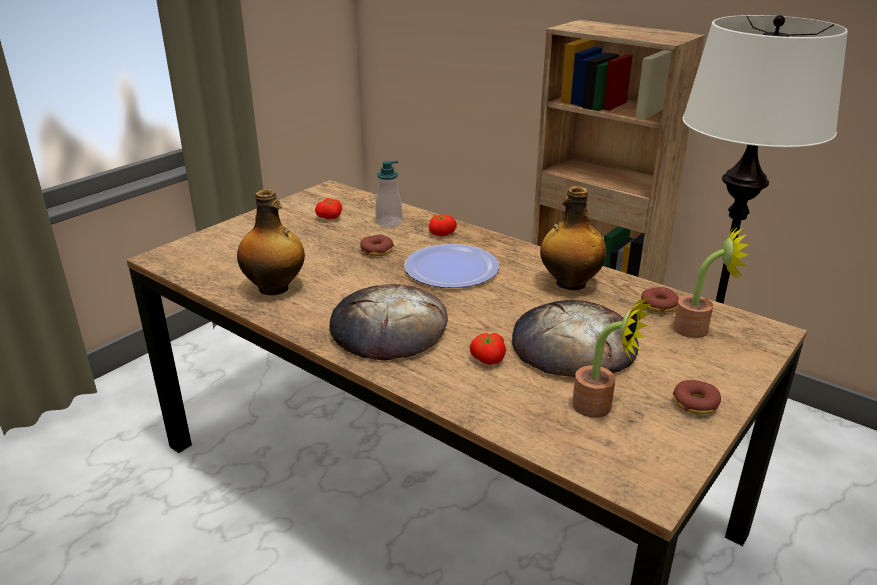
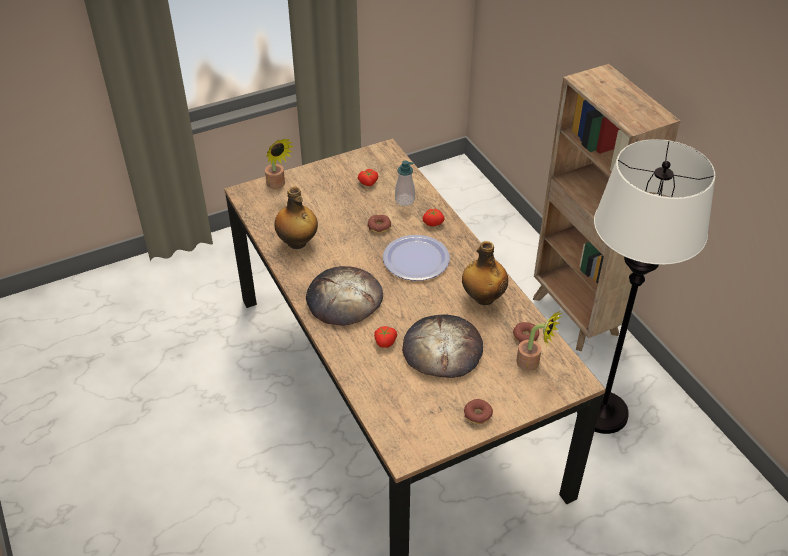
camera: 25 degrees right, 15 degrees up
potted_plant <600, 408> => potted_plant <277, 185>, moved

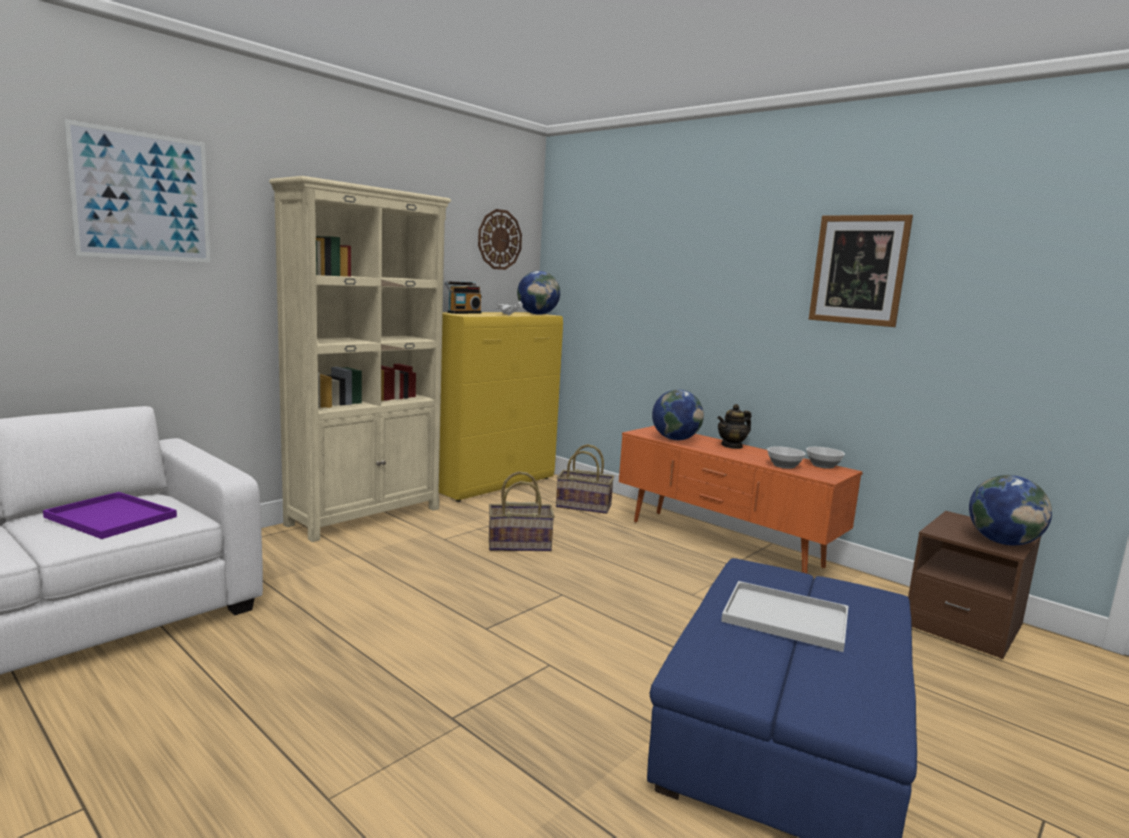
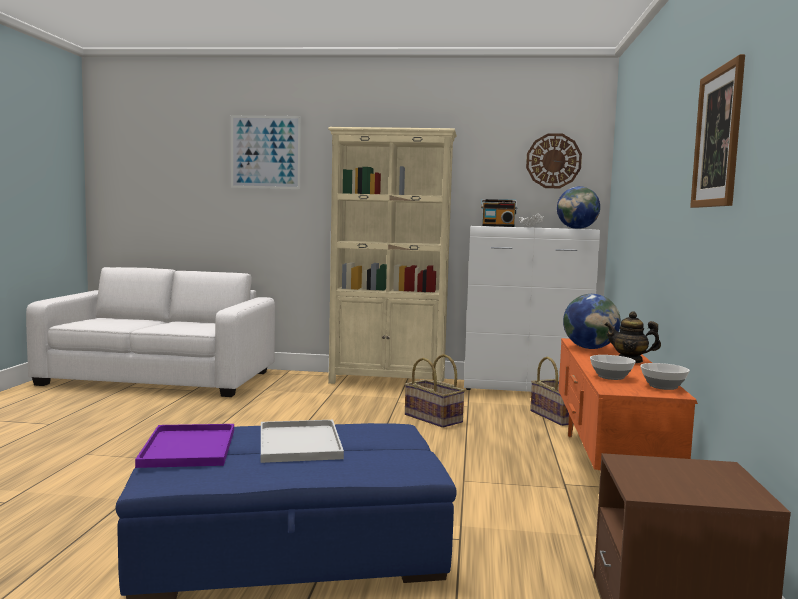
camera: 55 degrees right, 5 degrees down
yellowish_cabinet <494, 484> => whitish_cabinet <525, 388>
globe <1002, 542> => nothing
purple_serving_tray <113, 517> => purple_serving_tray <189, 448>, moved

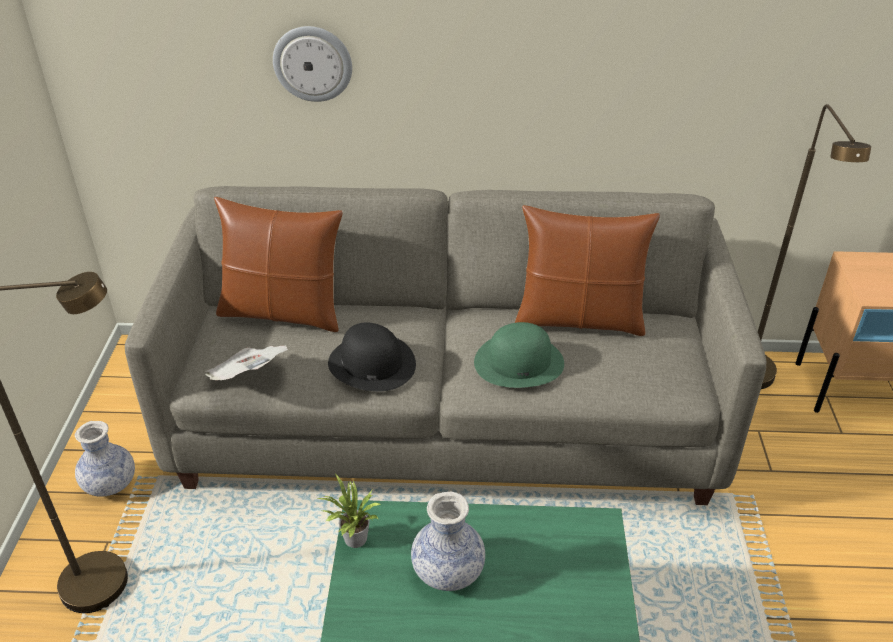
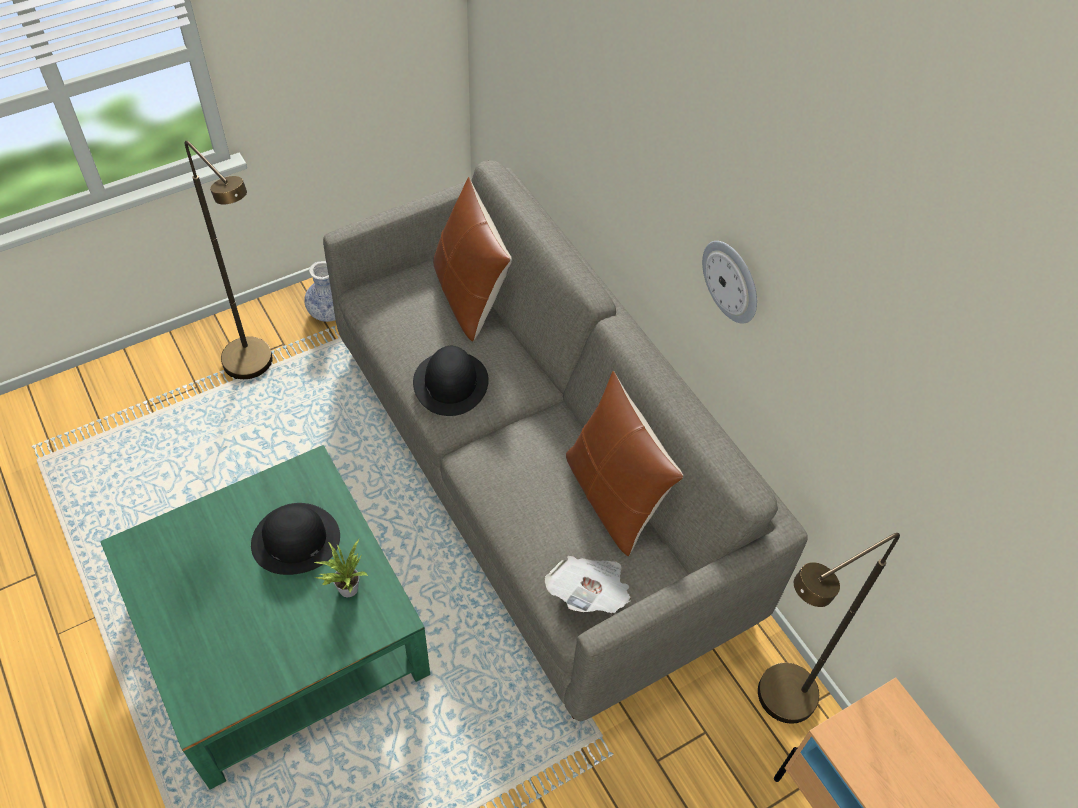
camera: 55 degrees right, 15 degrees up
hanging_clock <313, 63> => hanging_clock <731, 281>, moved
green-coloured_clothing_hat <519, 362> => nothing
newspaper <249, 378> => newspaper <589, 593>, moved
potted_plant <353, 540> => potted_plant <346, 587>, moved
vase <448, 571> => black_clothing_hat <295, 540>

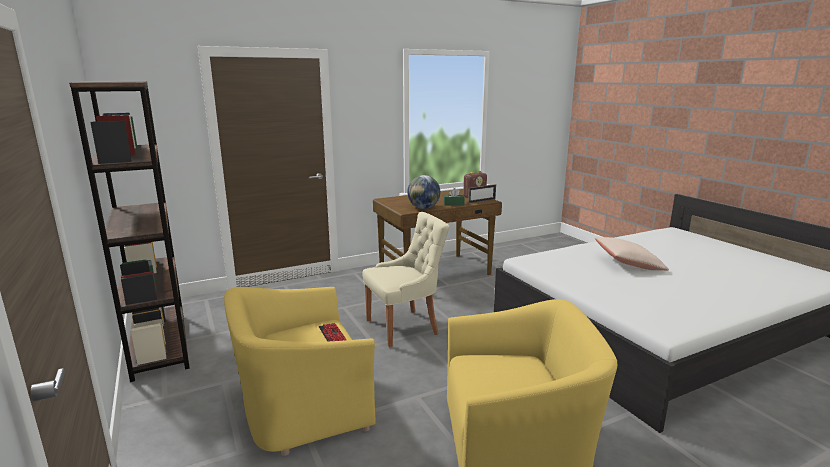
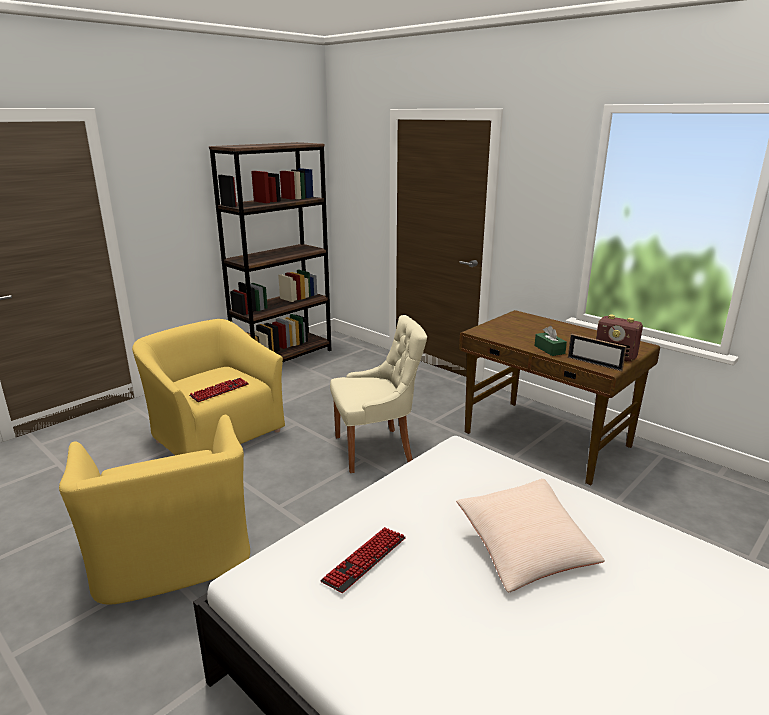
camera: 70 degrees right, 5 degrees up
globe <423, 208> => nothing
beige_plain_chair <405, 327> => beige_plain_chair <376, 449>, 60 degrees counterclockwise
nothing => PC_keyboard <365, 560>

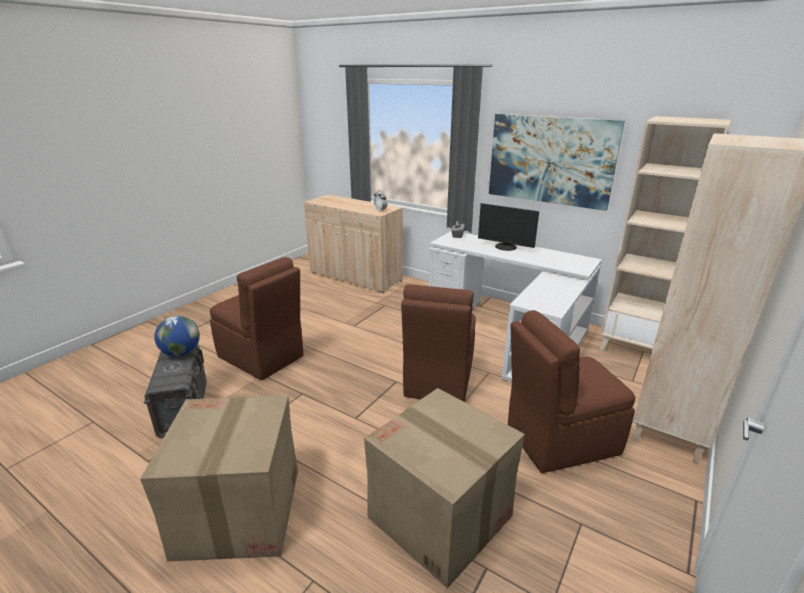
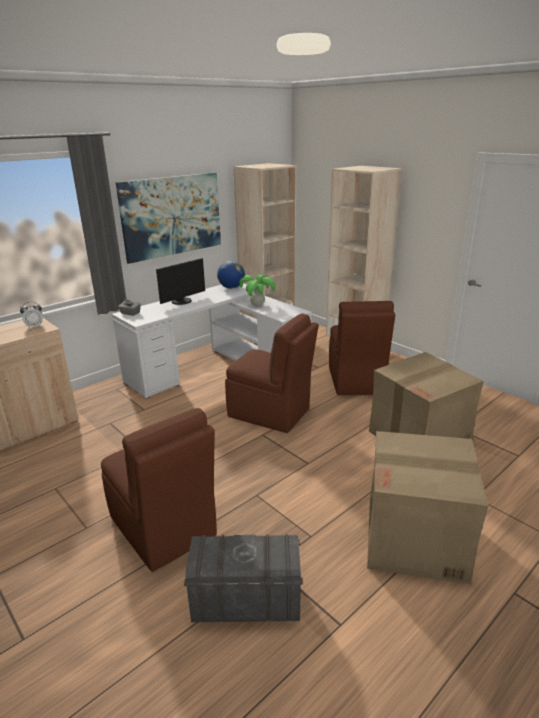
camera: 75 degrees left, 0 degrees up
brownish_plain_chair <262, 357> => brownish_plain_chair <163, 528>, 90 degrees clockwise
globe <181, 353> => globe <231, 287>, moved
nothing => potted_plant <257, 305>

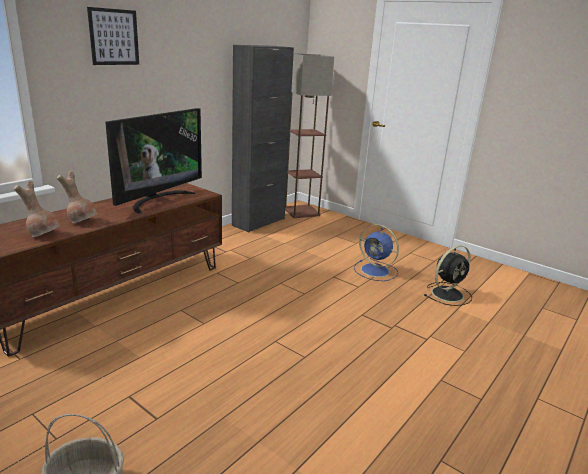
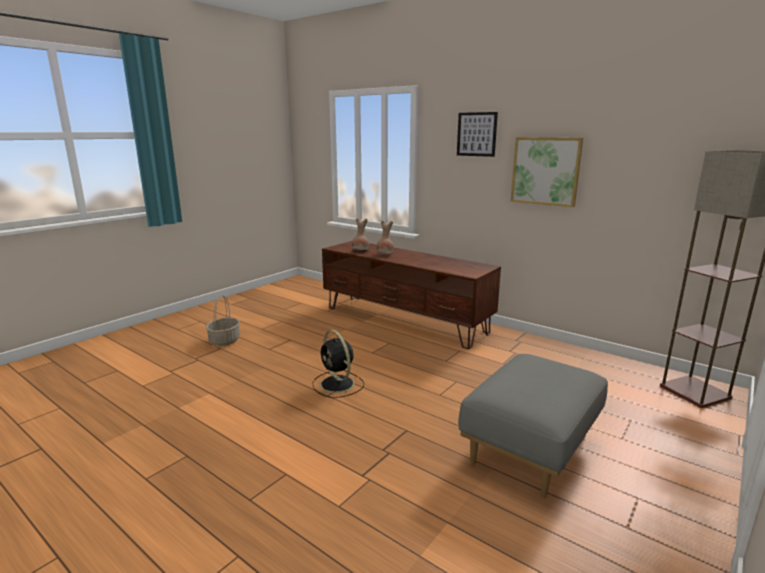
camera: 90 degrees right, 5 degrees down
black_cabinet <258, 222> => nothing
television <158, 200> => nothing
blue-coloured_electric_fan <376, 271> => grey_pouffe <531, 450>
black_electric_fan <448, 294> => black_electric_fan <338, 384>, moved
nothing => wall_art <545, 171>

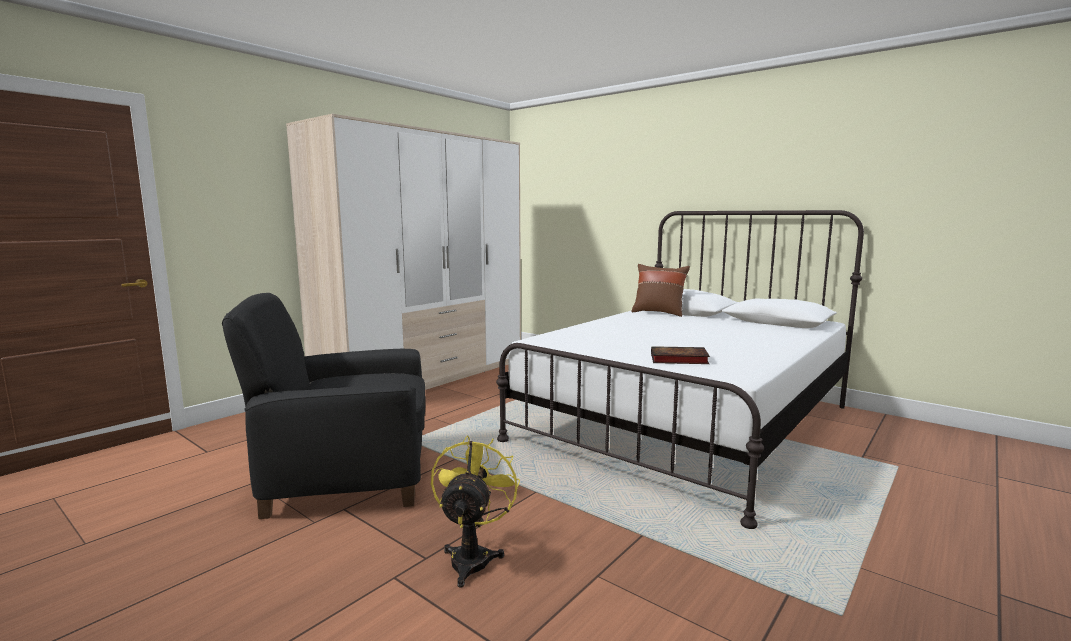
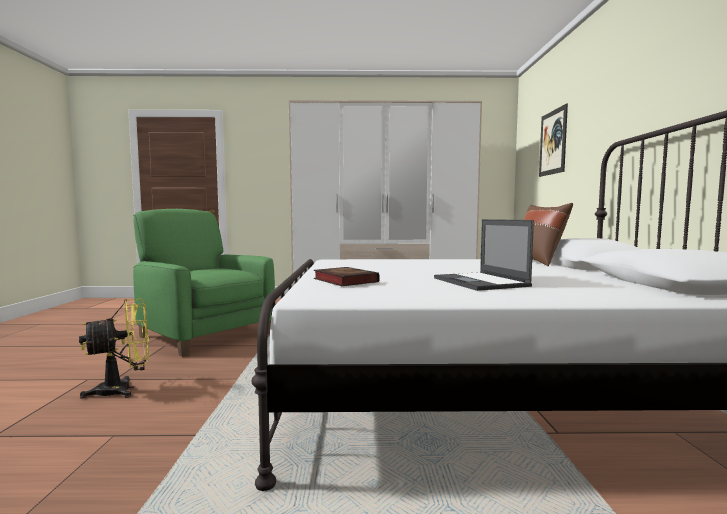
camera: 50 degrees right, 5 degrees down
black_lounge_chair <347, 477> => green-coloured_lounge_chair <205, 334>
nothing => wall_art <553, 142>
nothing => portable_computer <481, 282>

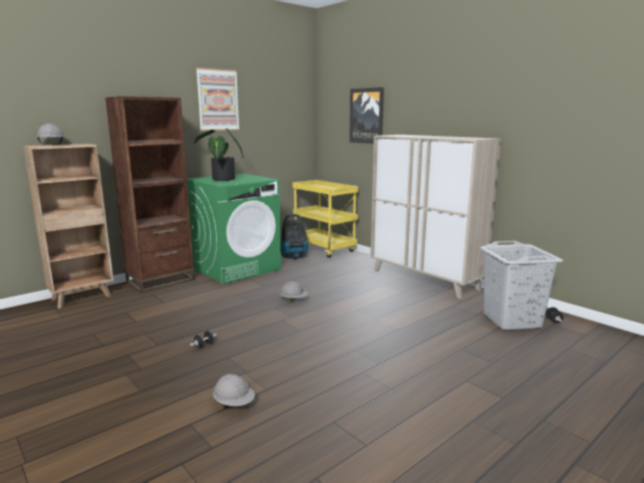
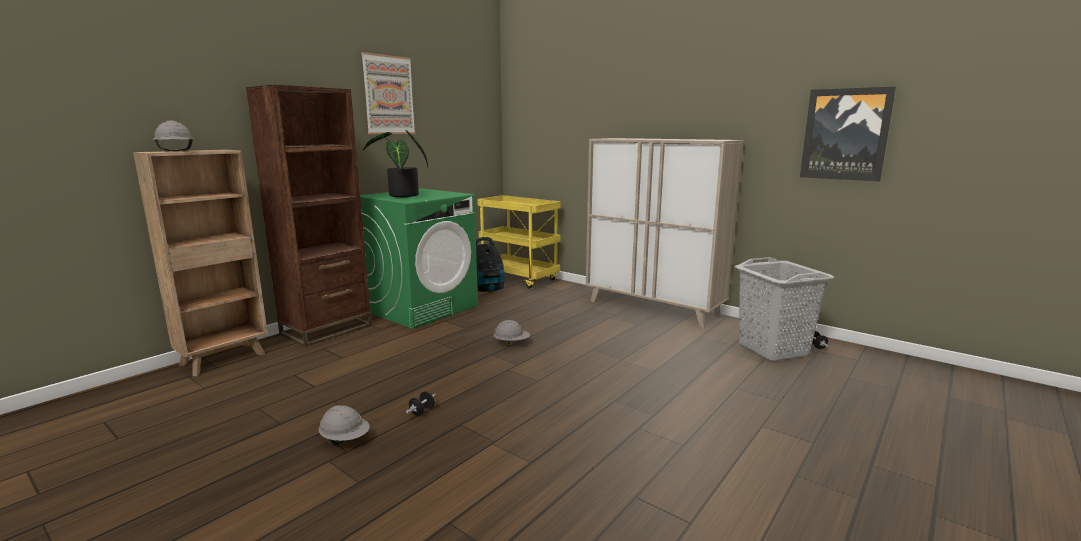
camera: 10 degrees left, 0 degrees up
wall_art <366, 116> => wall_art <845, 134>, moved
grey_safety_helmet <234, 404> => grey_safety_helmet <345, 440>, moved

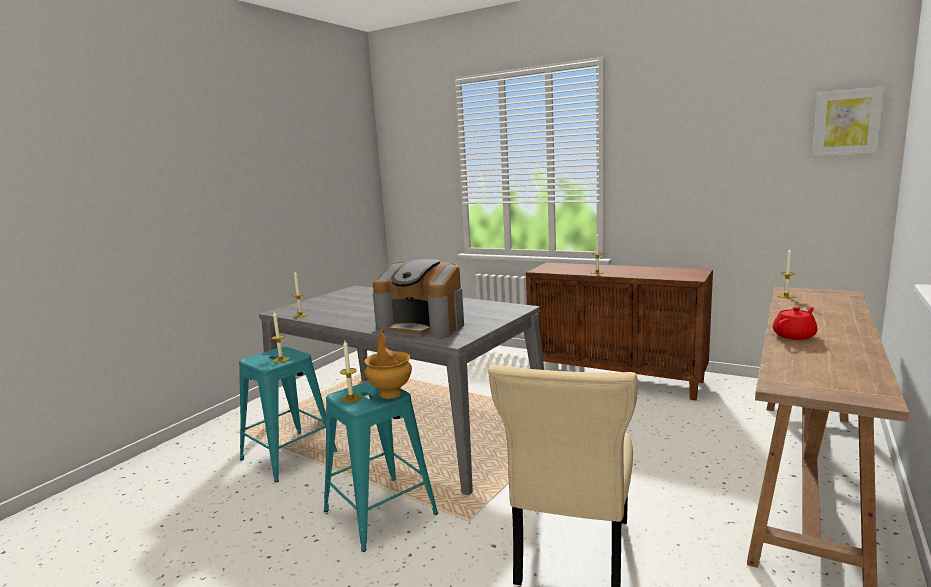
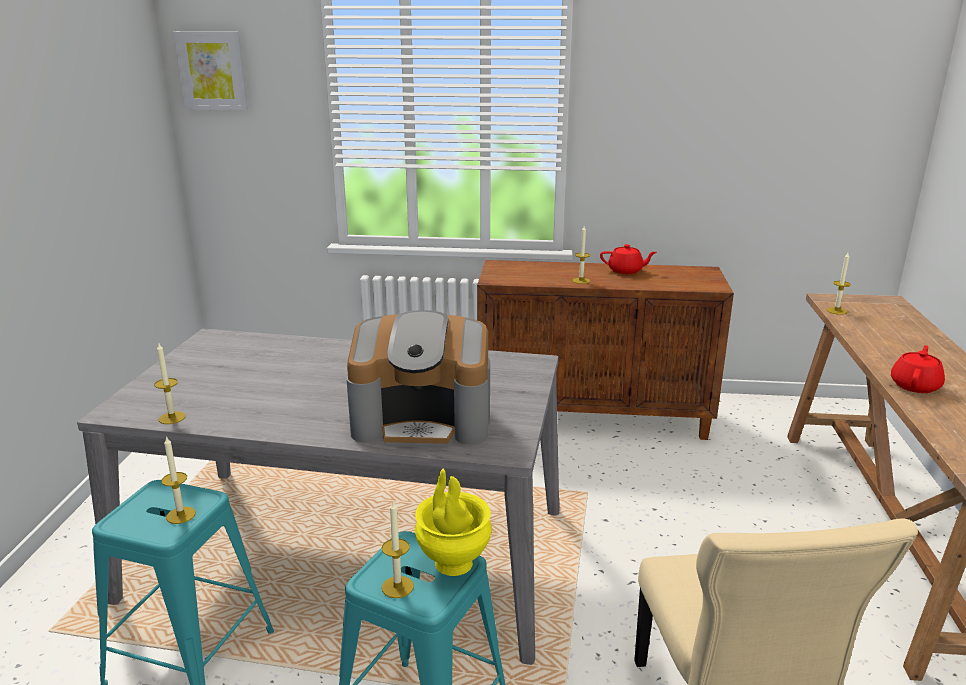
camera: 25 degrees left, 10 degrees up
wall_art <846, 122> => wall_art <212, 70>, moved
brownish_vase <390, 393> => yellowish_vase <452, 563>
nothing => red-coloured_tea_pot <626, 271>

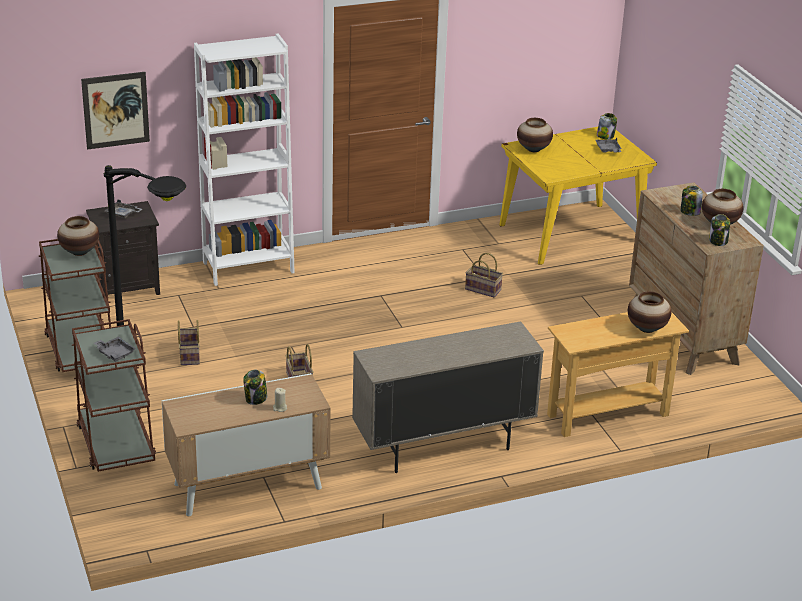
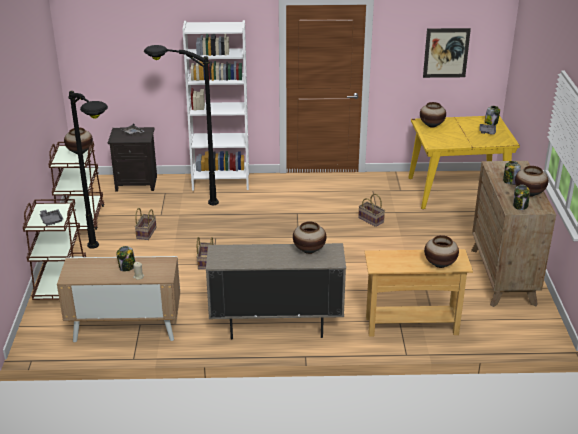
camera: 20 degrees right, 0 degrees up
wall_art <115, 110> => wall_art <446, 53>, moved
nothing => black_standard_lamp <181, 200>
nothing => vase <309, 250>

